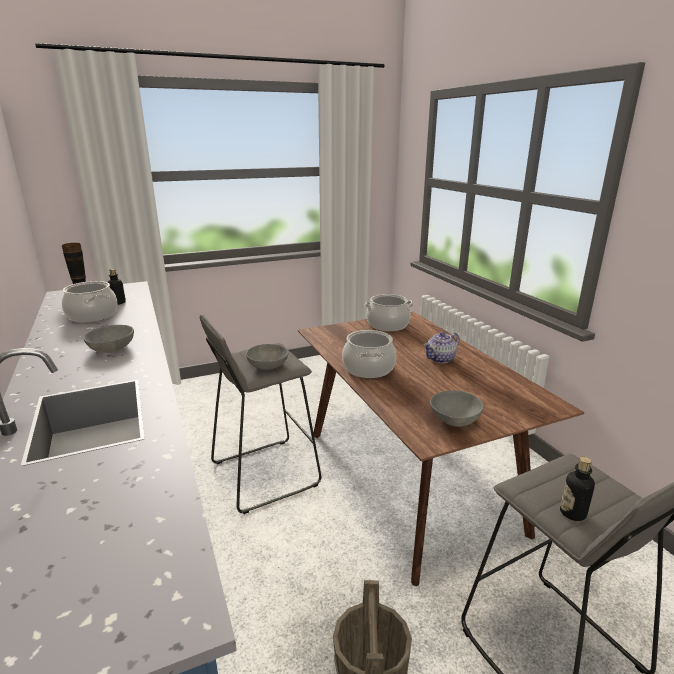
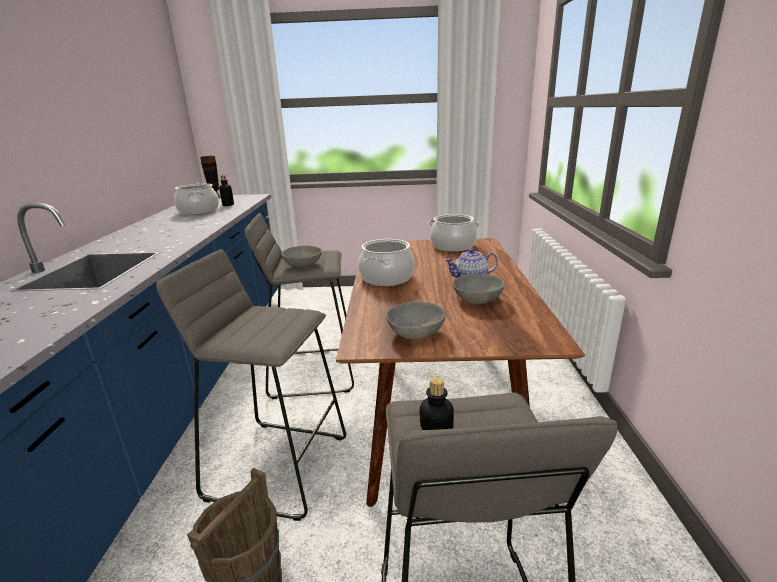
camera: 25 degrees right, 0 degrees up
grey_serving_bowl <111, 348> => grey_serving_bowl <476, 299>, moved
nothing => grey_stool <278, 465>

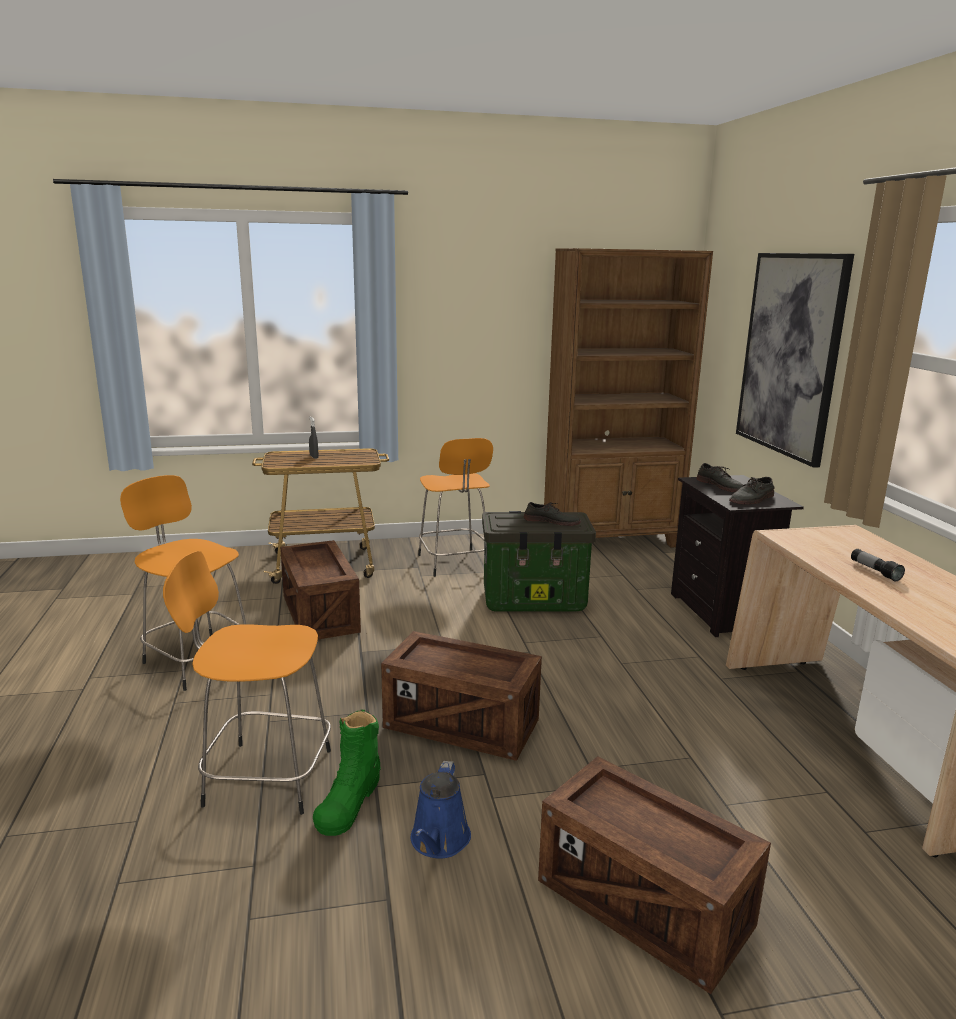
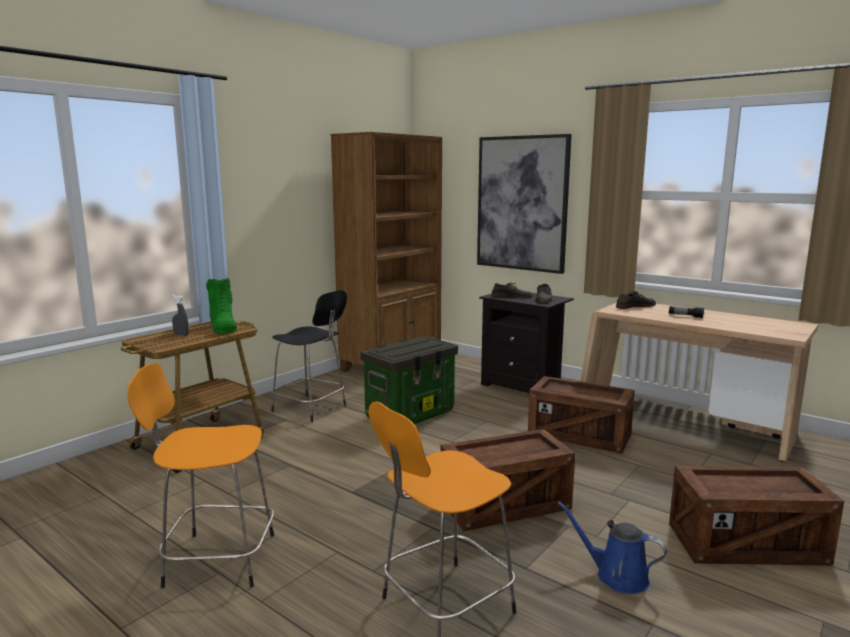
camera: 40 degrees left, 5 degrees down
orange-coloured_stool <454, 563> => black_stool <311, 409>
grey_shoe <552, 521> => grey_shoe <635, 306>, moved
shipping_crate <320, 614> => shipping_crate <579, 435>, moved
green-coloured_tall_boot <349, 801> => green-coloured_tall_boot <223, 327>, moved
blue-coloured_watering_pot <439, 841> => blue-coloured_watering_pot <616, 576>, 150 degrees clockwise

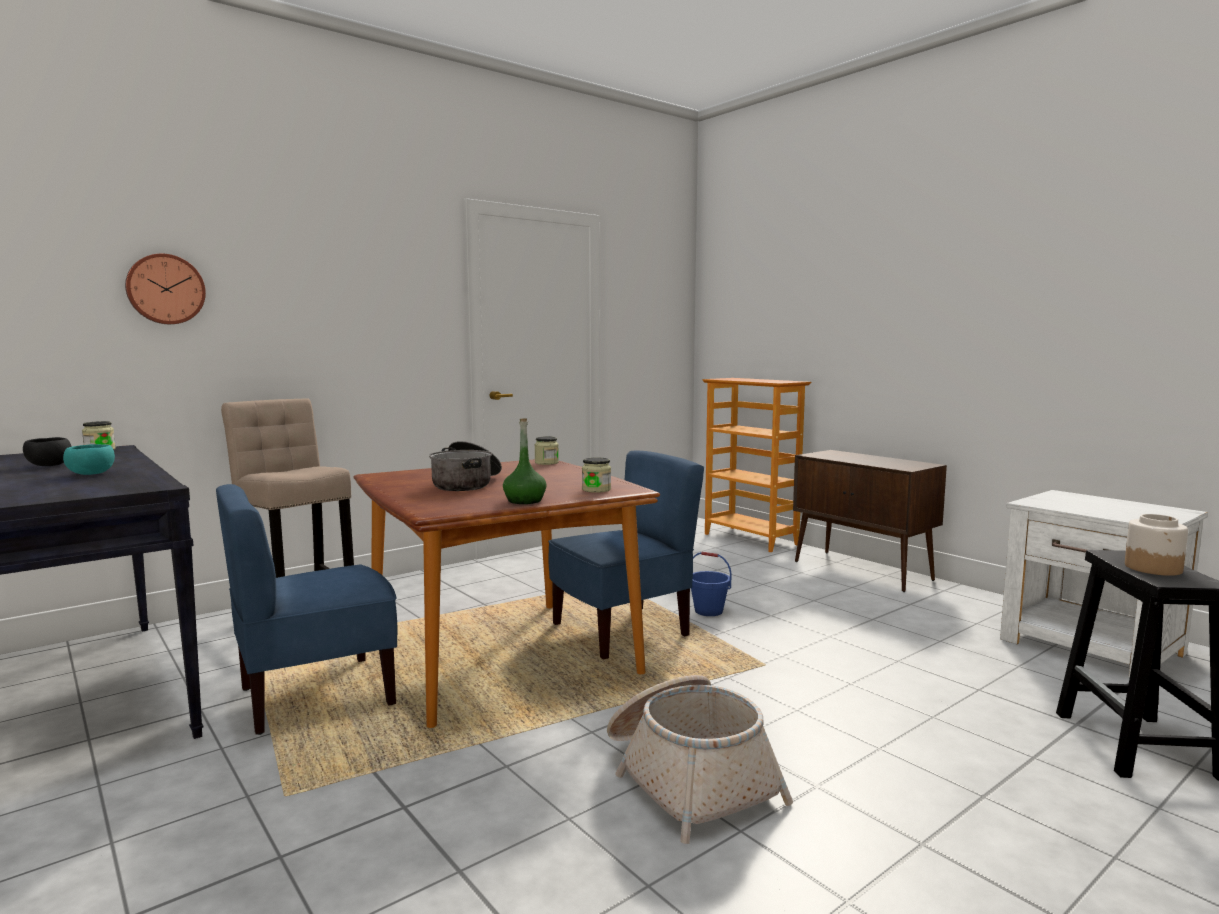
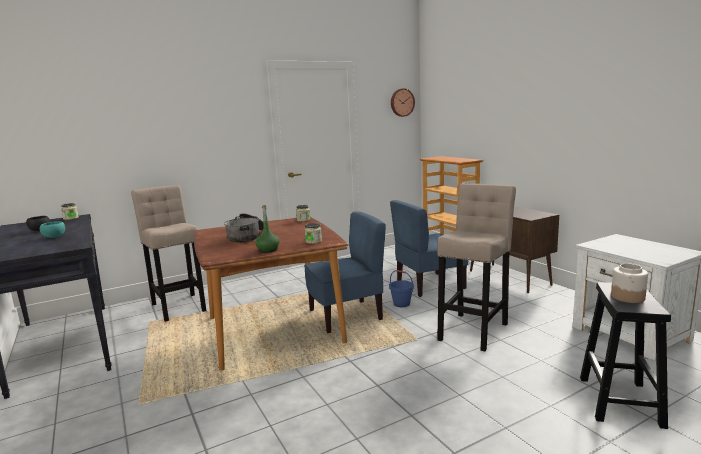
camera: 10 degrees right, 5 degrees up
hanging_clock <165, 289> => hanging_clock <401, 102>, moved
blue-coloured_plain_chair <315, 696> => blue-coloured_plain_chair <429, 285>, moved
household_basket <688, 778> => nothing
nothing => beige_stool <474, 330>

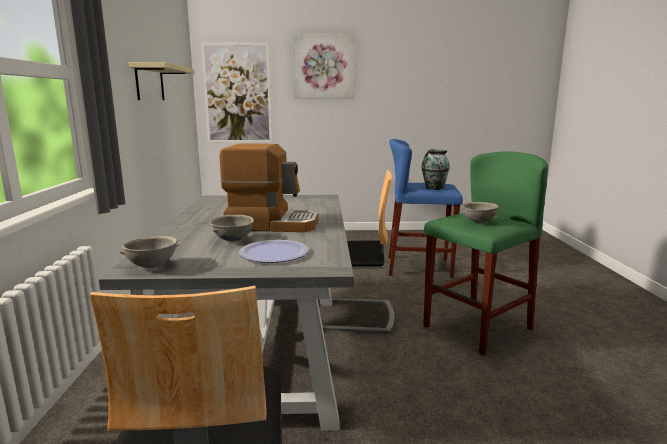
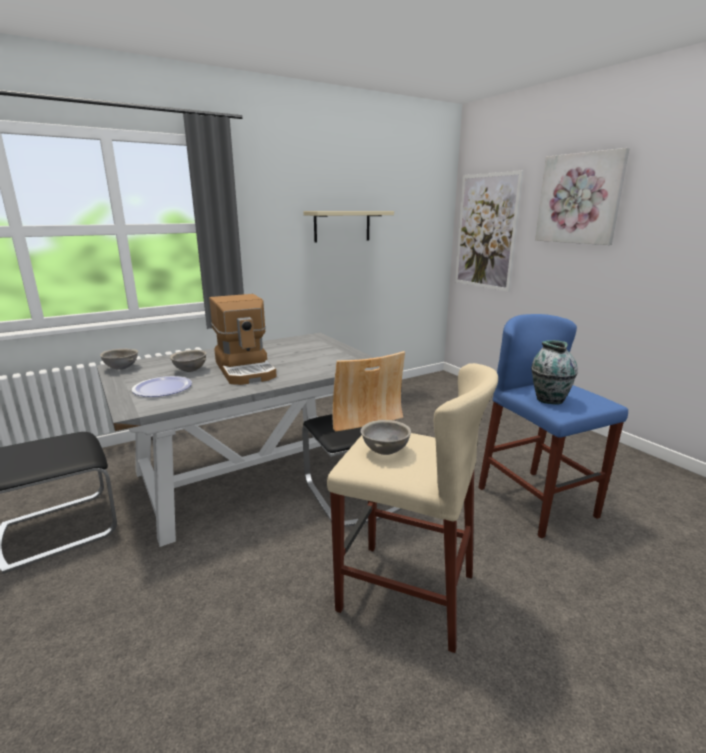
camera: 60 degrees right, 5 degrees up
green-coloured_stool <477, 327> => beige_stool <406, 592>

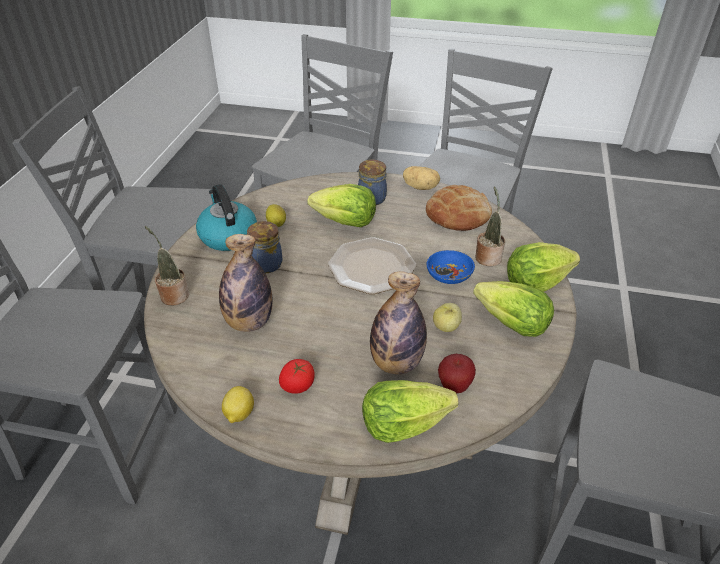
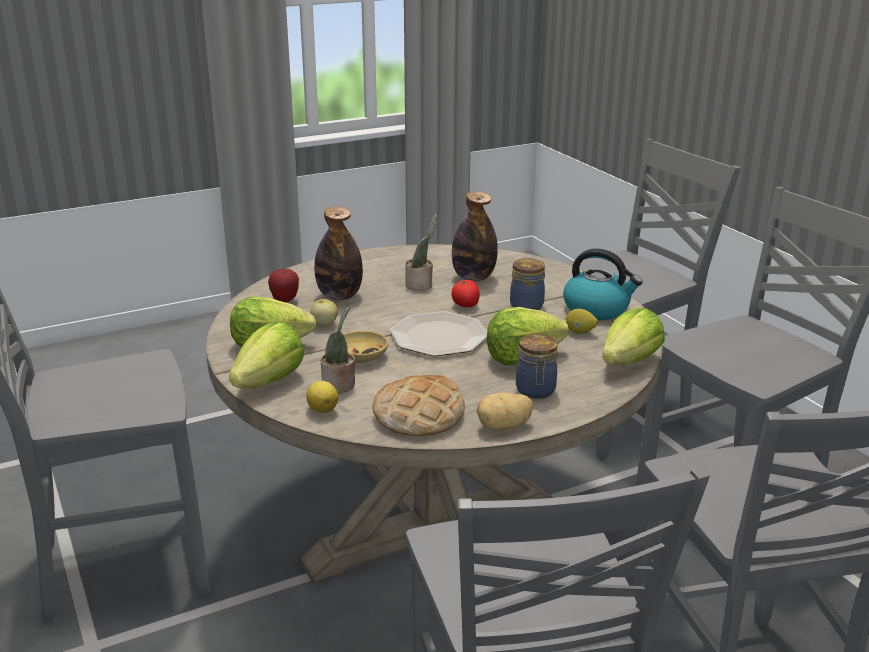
camera: 140 degrees right, 15 degrees down
potted_plant <173, 295> => potted_plant <421, 285>, moved
blue-coloured_serving_bowl <449, 275> => beige_serving_bowl <361, 356>
fresh_tomato <297, 386> => fresh_tomato <465, 305>, moved
head_of_lettuce <403, 424> => head_of_lettuce <630, 362>, moved
lemon <239, 414> => lemon <322, 409>, moved

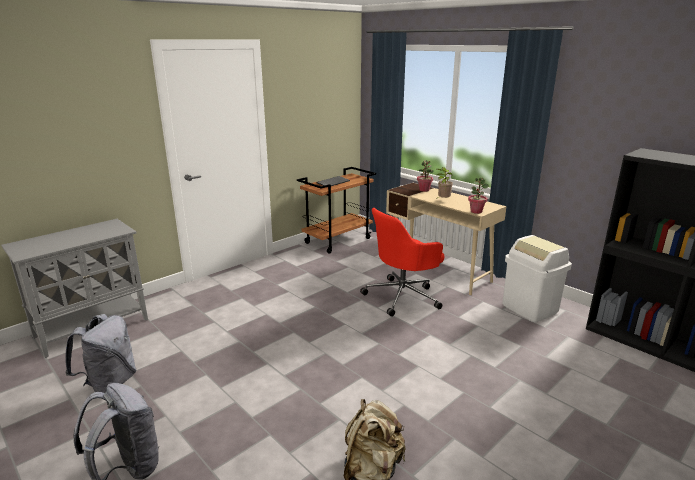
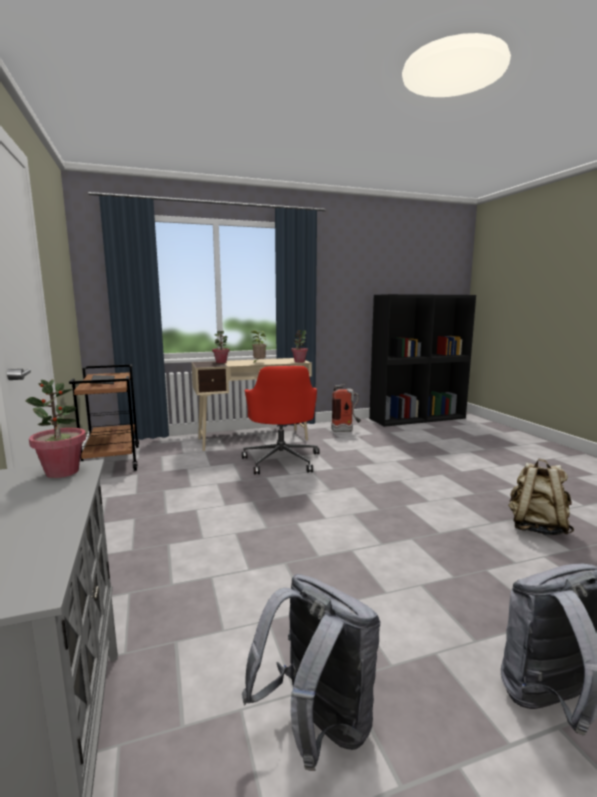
camera: 65 degrees left, 10 degrees down
whitish_trash_can <530, 308> => extinguisher <346, 430>
nothing => potted_plant <62, 472>

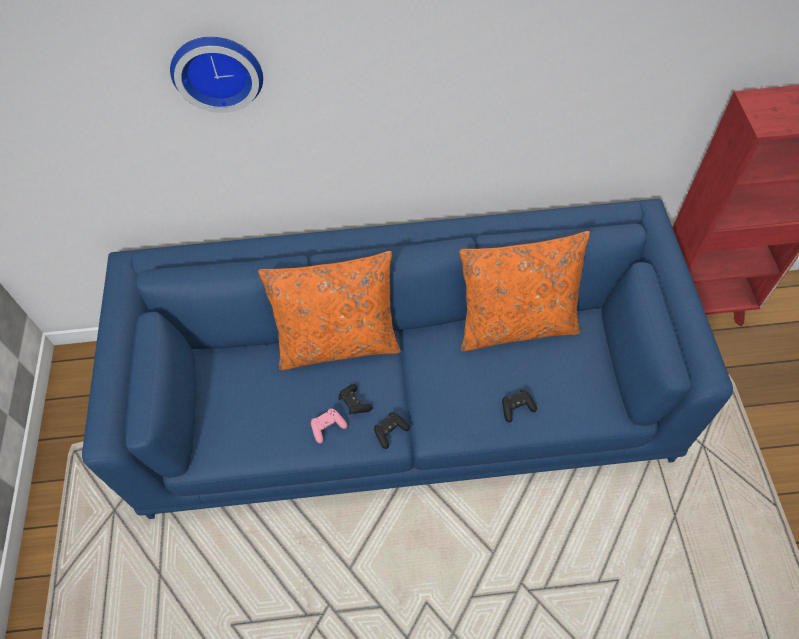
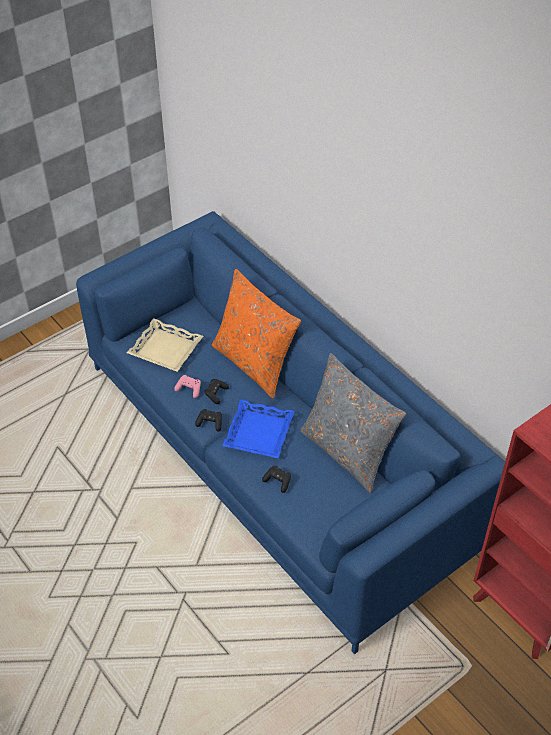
camera: 55 degrees right, 10 degrees down
hanging_clock <217, 70> => nothing
orange-coloured_pillow <516, 324> => grey_pillow <347, 452>
nothing => beige_serving_tray <165, 350>
nothing => blue-coloured_serving_tray <259, 433>

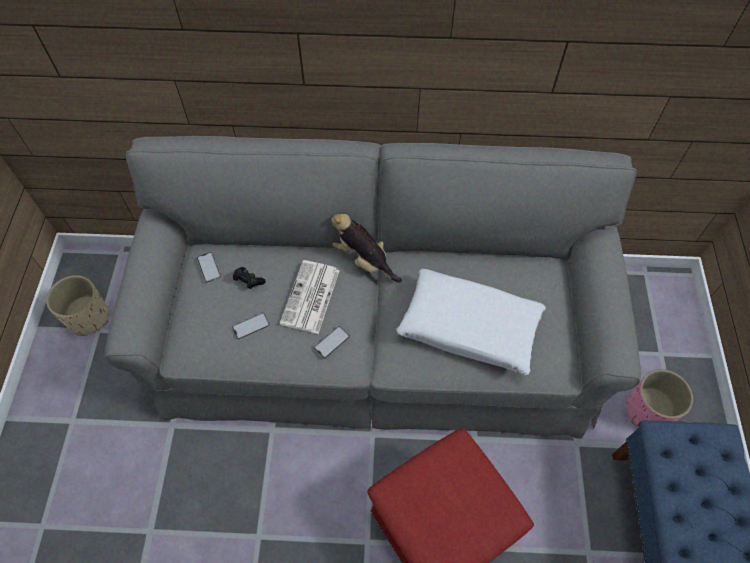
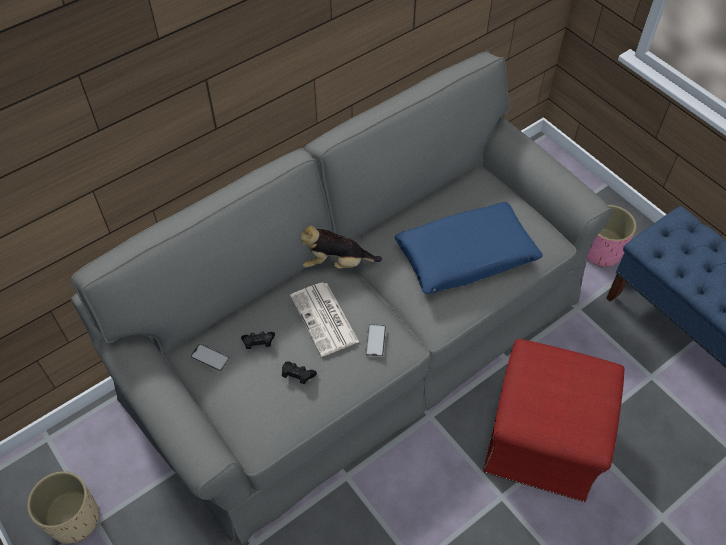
camera: 40 degrees left, 5 degrees down
whitish_pillow <469, 327> => blue-coloured_pillow <466, 256>
telephone <251, 326> => black_game_controller <297, 376>

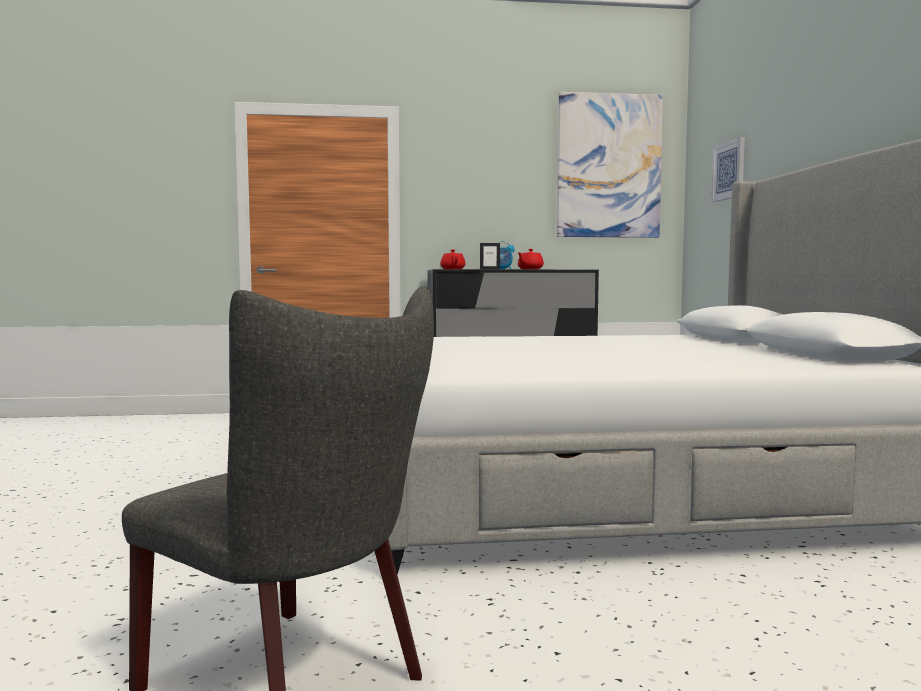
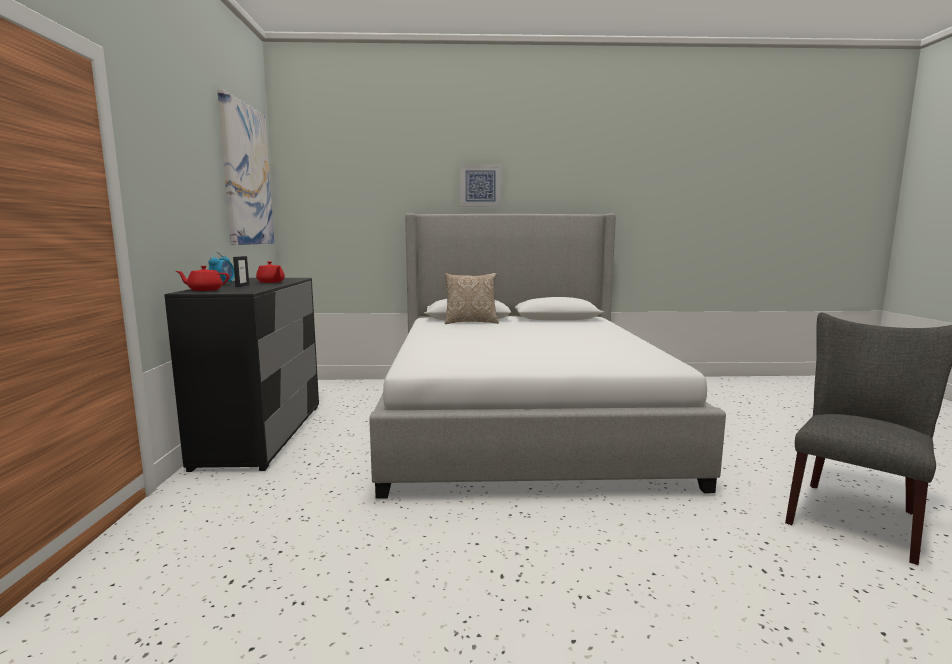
camera: 85 degrees left, 5 degrees up
wall_art <729, 170> => wall_art <480, 186>, moved
nothing => pillow <471, 322>

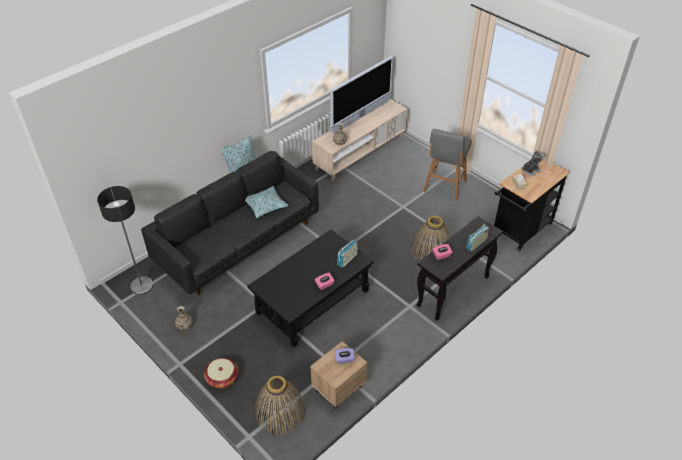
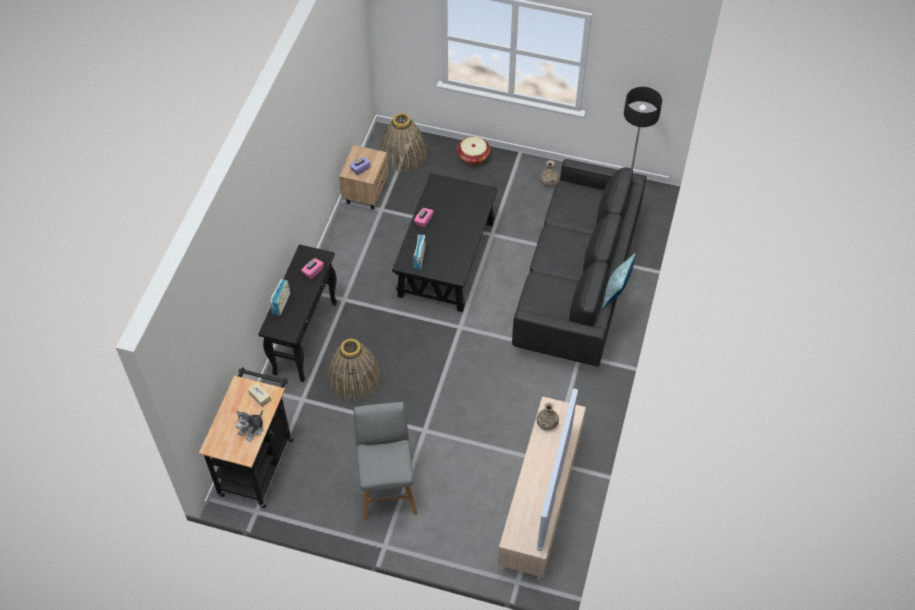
camera: 150 degrees right, 10 degrees up
pillow <265, 206> => nothing

